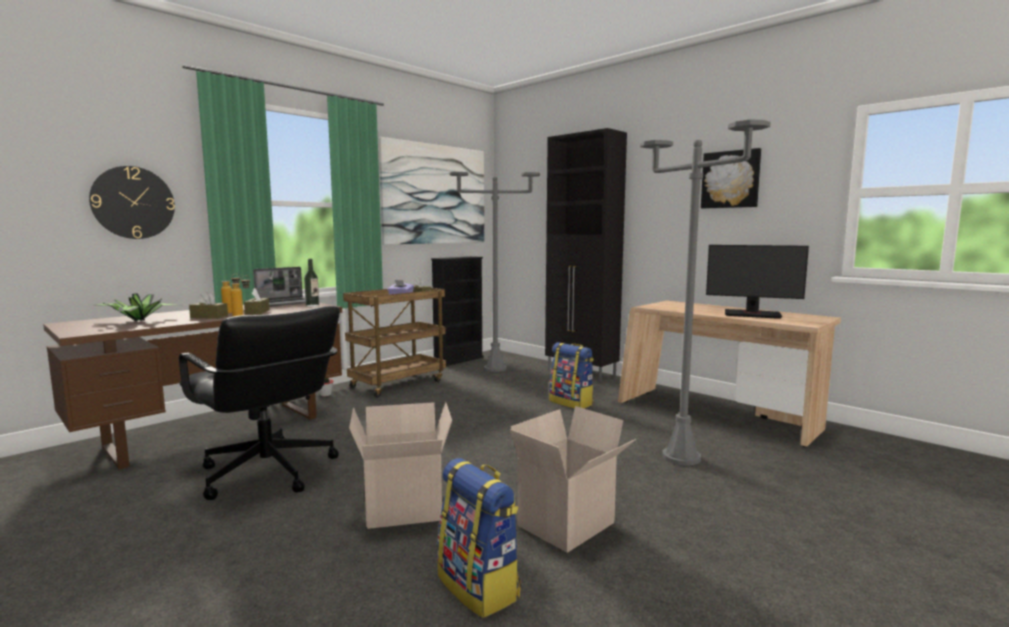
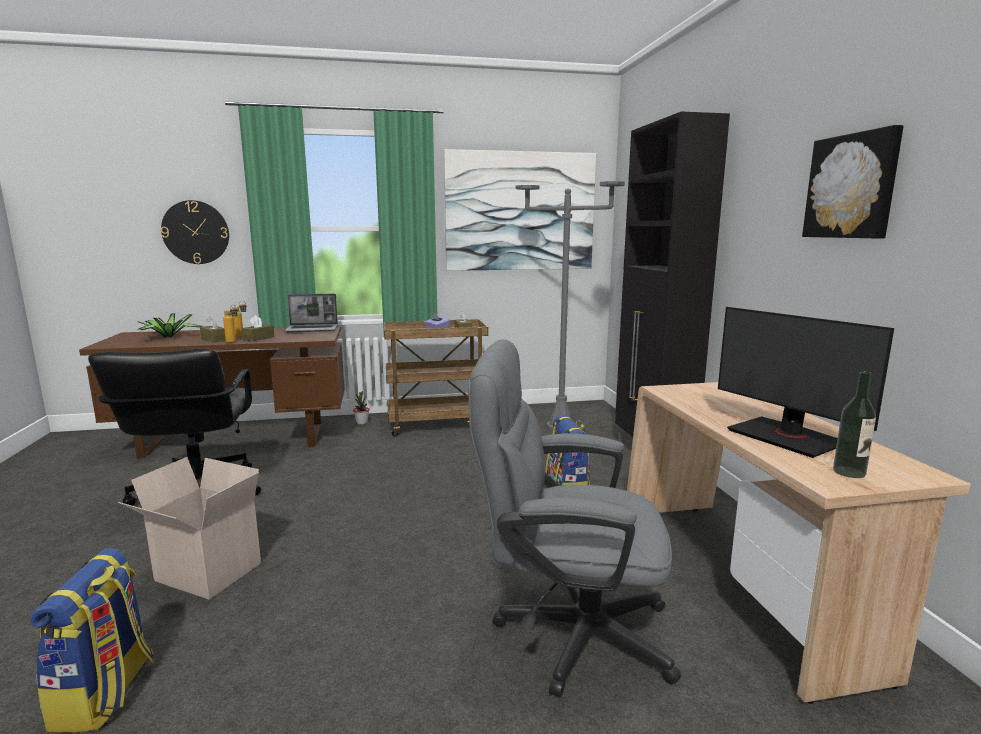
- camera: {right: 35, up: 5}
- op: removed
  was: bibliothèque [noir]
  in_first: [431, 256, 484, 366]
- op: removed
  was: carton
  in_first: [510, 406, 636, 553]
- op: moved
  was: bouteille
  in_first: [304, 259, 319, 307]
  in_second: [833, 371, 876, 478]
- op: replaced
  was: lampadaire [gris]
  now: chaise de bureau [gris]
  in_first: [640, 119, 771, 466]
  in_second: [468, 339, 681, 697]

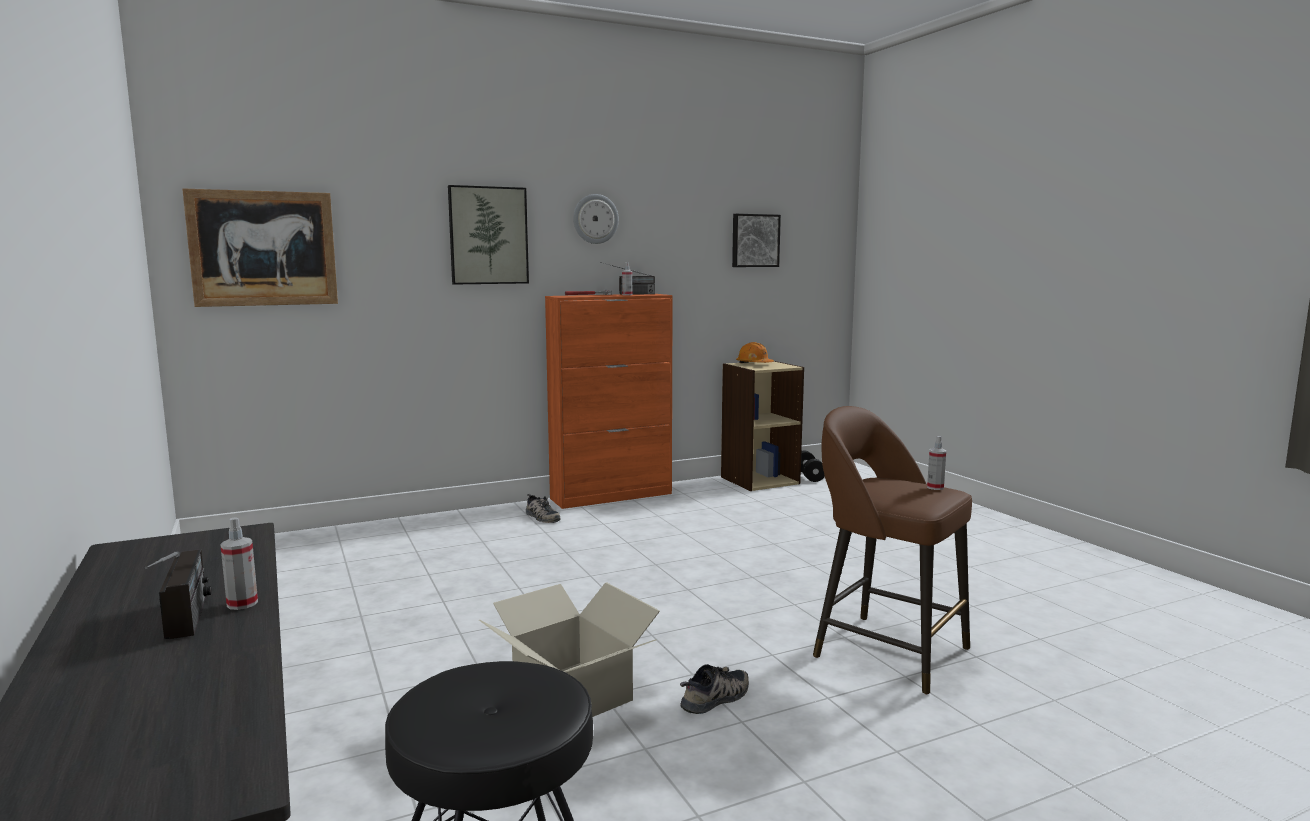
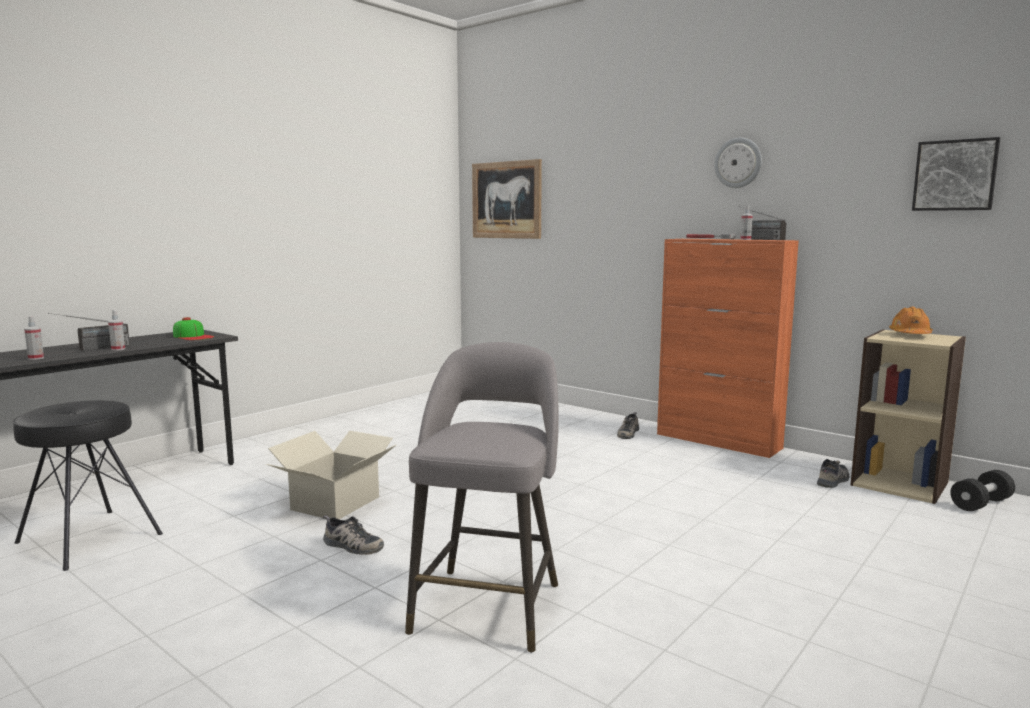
- camera: {right: 65, up: 0}
- op: removed
  was: tableau
  in_first: [448, 185, 529, 284]
- op: added
  now: casquette
  in_second: [173, 317, 214, 340]
- op: added
  now: chaussure
  in_second: [817, 459, 849, 488]
- op: moved
  was: vaporisateur
  in_first: [927, 436, 947, 490]
  in_second: [24, 316, 44, 360]
- op: recoloured
  was: tabouret [marron]
  now: tabouret [gris]
  in_first: [813, 406, 972, 694]
  in_second: [405, 342, 559, 653]

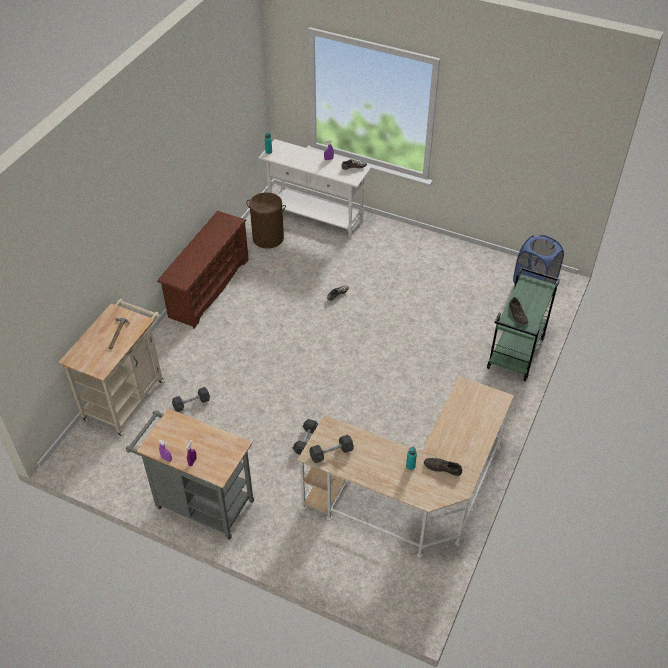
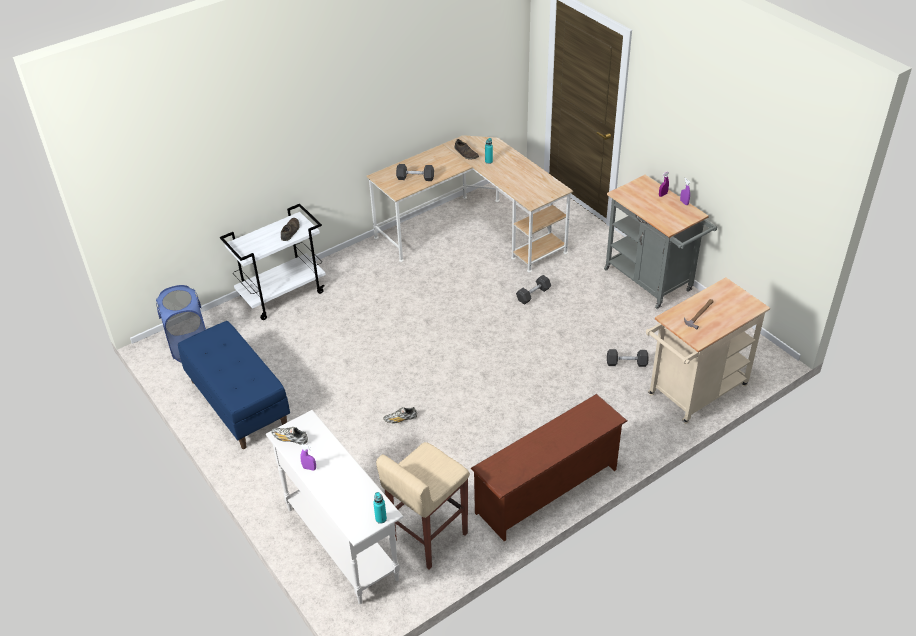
- camera: {right: -150, up: -5}
- op: added
  now: banc [bleu]
  in_second: [178, 321, 290, 449]
- op: moved
  was: haltère [gris]
  in_first: [309, 435, 354, 463]
  in_second: [396, 164, 434, 181]
- op: replaced
  was: panier à linge [marron]
  now: tabouret [beige]
  in_first: [246, 192, 286, 249]
  in_second: [376, 442, 470, 570]
- op: recoloured
  was: chariot [vert]
  now: chariot [blanc]
  in_first: [487, 267, 560, 381]
  in_second: [220, 204, 326, 320]

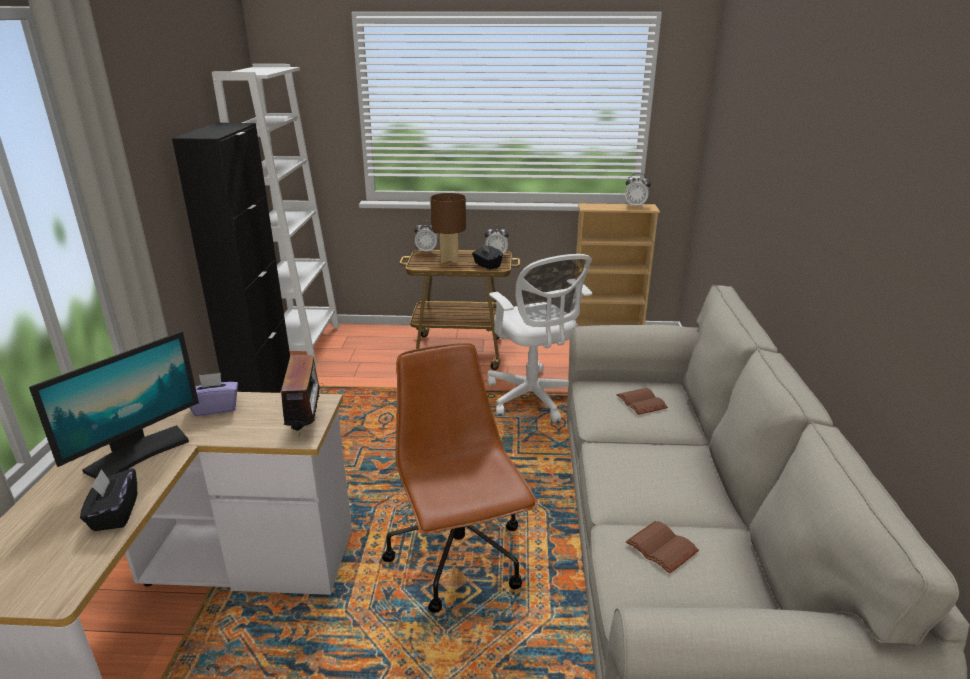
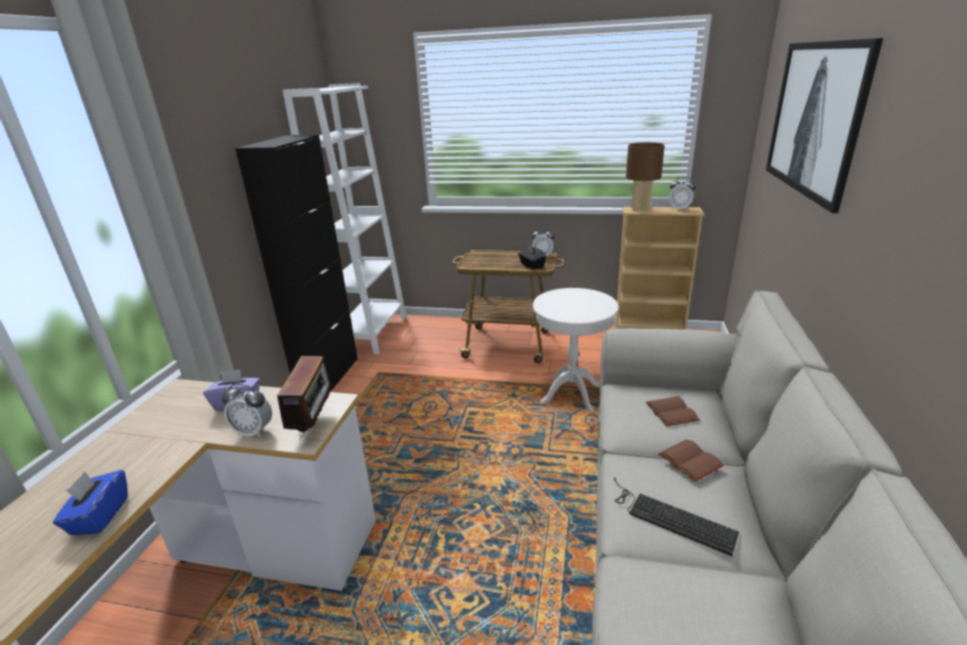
- camera: {right: 10, up: 0}
- op: removed
  was: écran d'ordinateur
  in_first: [29, 331, 199, 479]
- op: removed
  was: chaise de bureau [marron]
  in_first: [382, 343, 538, 613]
- op: added
  now: clavier
  in_second: [614, 477, 739, 556]
- op: added
  now: tableau
  in_second: [766, 38, 883, 213]
- op: moved
  was: réveil
  in_first: [414, 221, 438, 252]
  in_second: [222, 383, 272, 438]
- op: moved
  was: lampe de table [marron]
  in_first: [430, 193, 466, 263]
  in_second: [626, 142, 665, 212]
- op: moved
  was: livre [marron]
  in_first: [626, 521, 699, 574]
  in_second: [658, 440, 724, 482]
- op: replaced
  was: chaise de bureau [blanc]
  now: table d'appoint [blanc]
  in_first: [487, 254, 593, 422]
  in_second: [533, 288, 618, 412]
- op: recoloured
  was: boîte à mouchoirs [noir]
  now: boîte à mouchoirs [bleu]
  in_first: [80, 468, 137, 531]
  in_second: [53, 470, 128, 535]

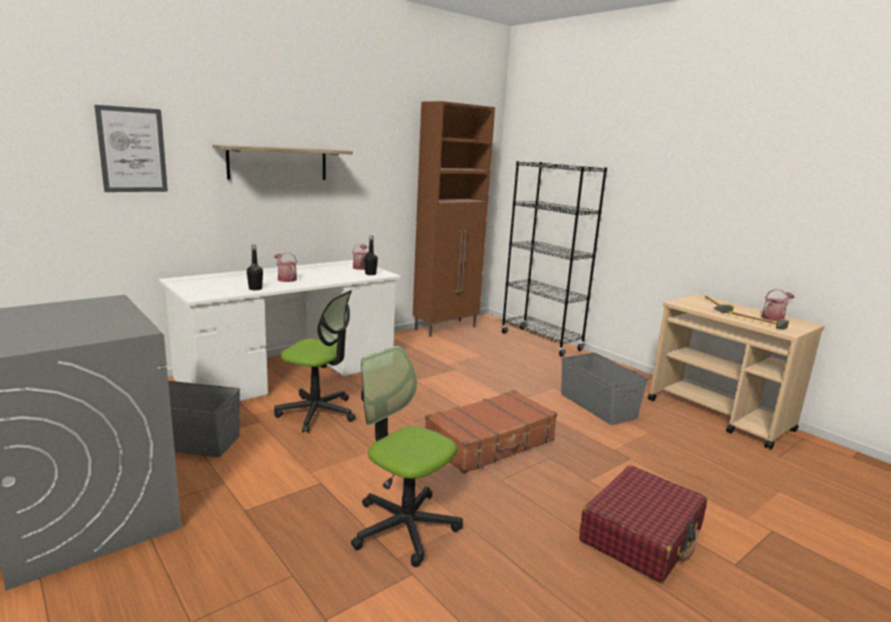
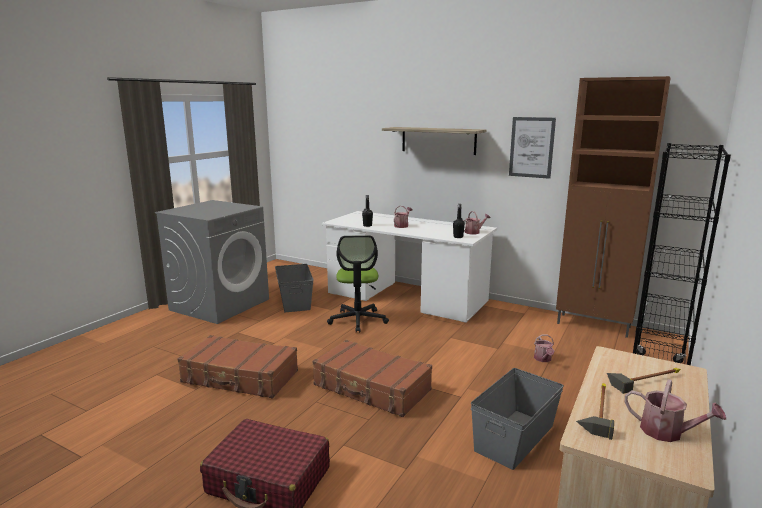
- camera: {right: 70, up: 0}
- op: added
  now: arrosoir
  in_second: [534, 334, 554, 362]
- op: moved
  was: tableau
  in_first: [94, 105, 168, 192]
  in_second: [509, 117, 556, 179]
- op: replaced
  was: chaise de bureau
  now: valise [marron]
  in_first: [351, 346, 463, 567]
  in_second: [177, 335, 298, 399]

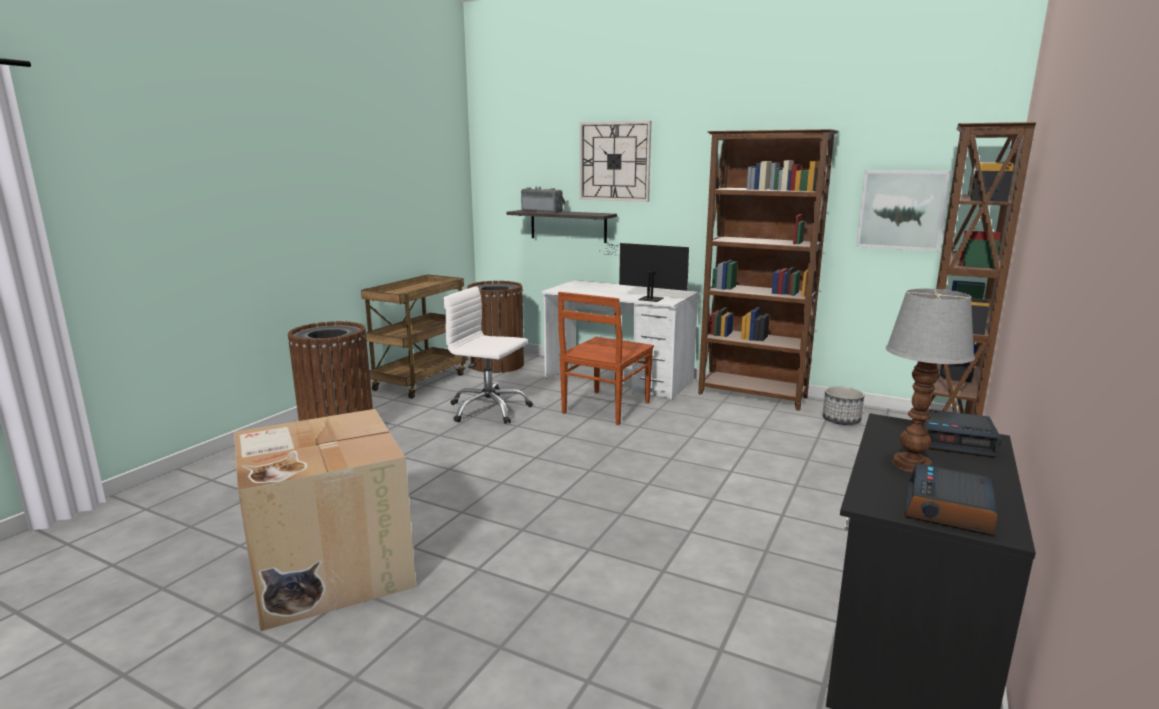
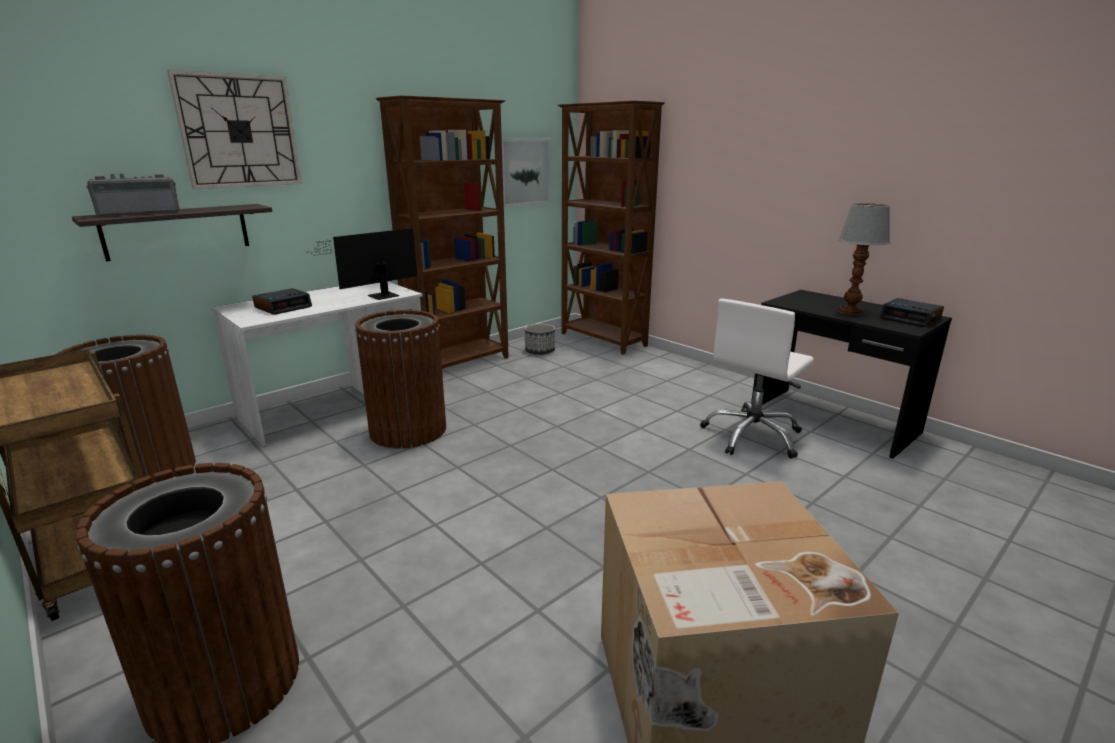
- camera: {right: -70, up: 5}
- op: moved
  was: chaise de bureau [blanc]
  in_first: [443, 286, 533, 424]
  in_second: [700, 299, 814, 459]
- op: moved
  was: réveil
  in_first: [923, 409, 1001, 458]
  in_second: [252, 288, 312, 315]
- op: replaced
  was: chaise [marron]
  now: poubelle [marron]
  in_first: [558, 292, 654, 426]
  in_second: [355, 310, 446, 448]

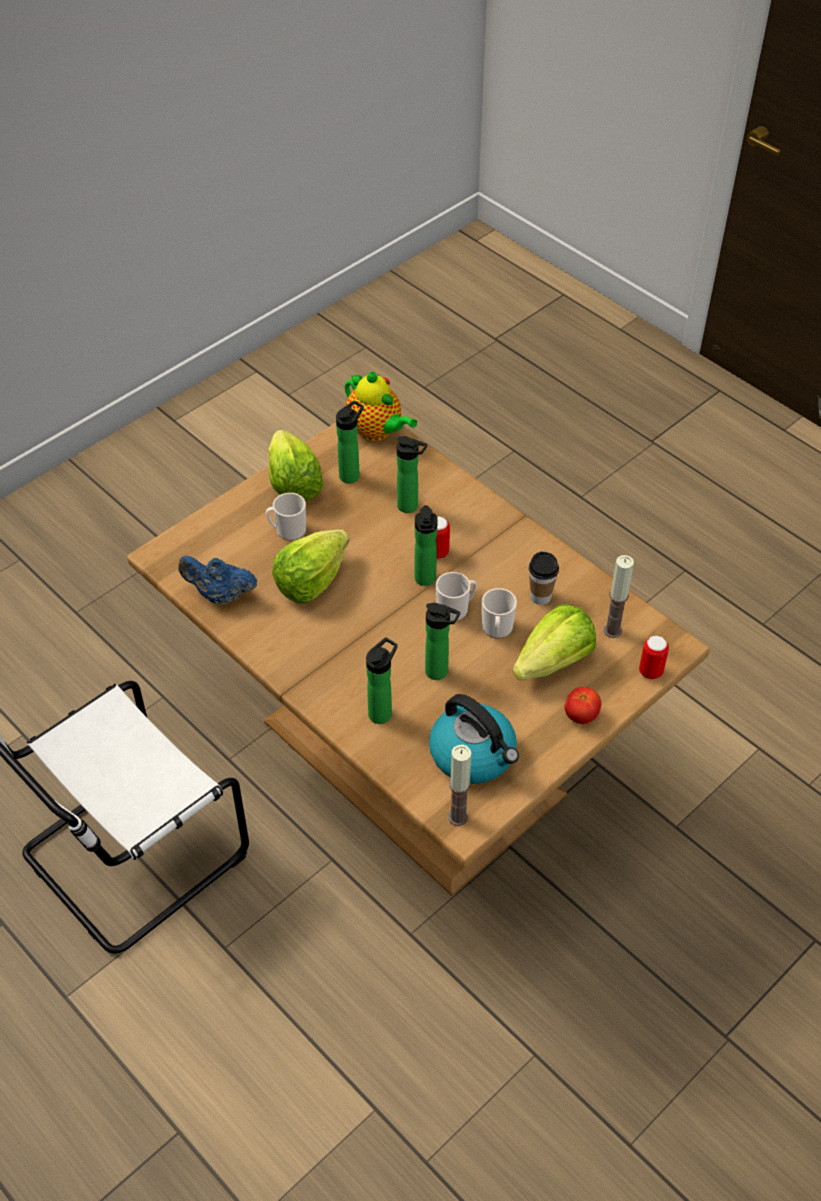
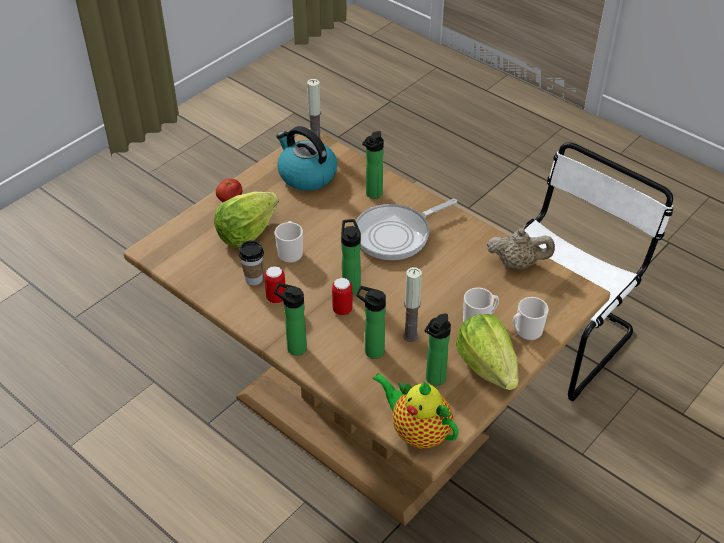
- camera: {right: 175, up: -5}
- op: removed
  was: laitue
  in_first: [272, 530, 349, 604]
- op: added
  now: poêle
  in_second: [354, 199, 457, 260]
- op: moved
  was: bouteille
  in_first: [425, 603, 460, 680]
  in_second: [274, 283, 307, 356]
- op: moved
  was: mug
  in_first: [436, 572, 477, 621]
  in_second: [513, 297, 548, 341]
- op: moved
  was: bougie
  in_first: [604, 555, 634, 638]
  in_second: [403, 267, 422, 342]
- op: moved
  was: boîte métallique
  in_first: [639, 636, 669, 679]
  in_second: [264, 266, 286, 304]
- op: recoloured
  was: théière [bleu]
  now: théière [beige]
  in_first: [178, 556, 257, 604]
  in_second: [487, 228, 555, 270]

